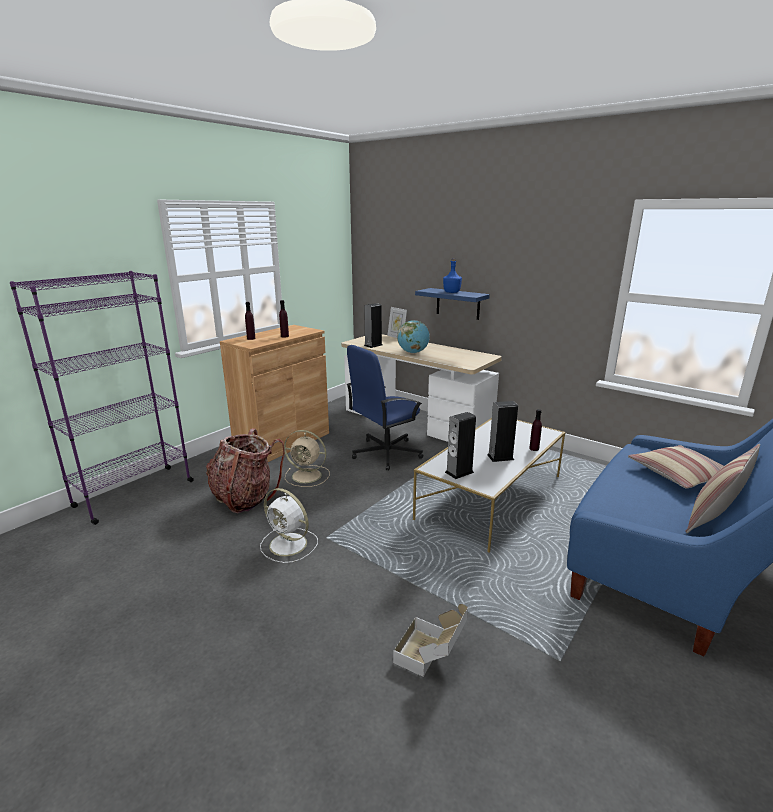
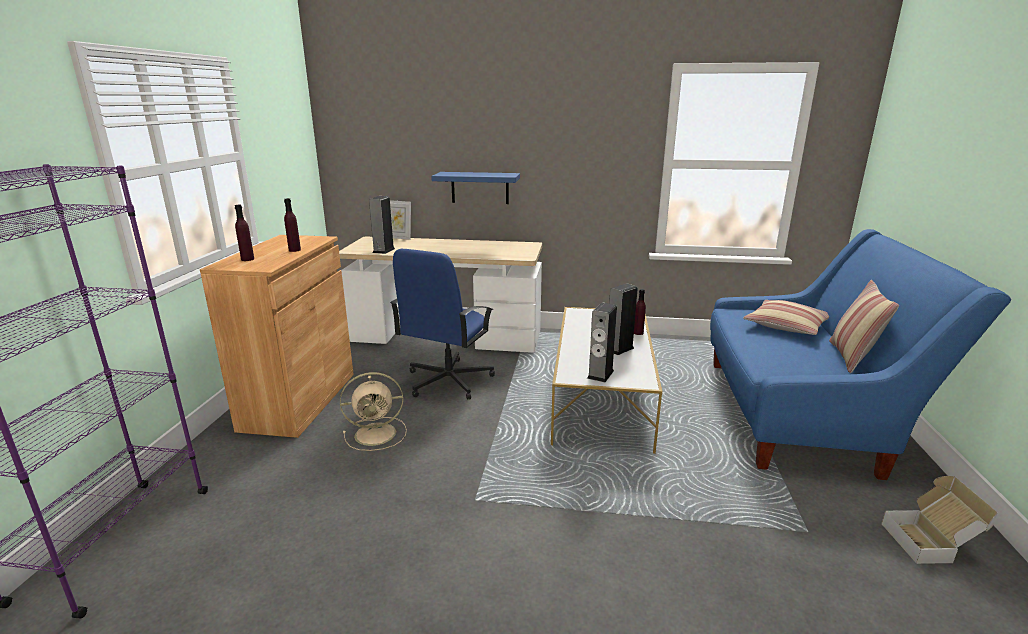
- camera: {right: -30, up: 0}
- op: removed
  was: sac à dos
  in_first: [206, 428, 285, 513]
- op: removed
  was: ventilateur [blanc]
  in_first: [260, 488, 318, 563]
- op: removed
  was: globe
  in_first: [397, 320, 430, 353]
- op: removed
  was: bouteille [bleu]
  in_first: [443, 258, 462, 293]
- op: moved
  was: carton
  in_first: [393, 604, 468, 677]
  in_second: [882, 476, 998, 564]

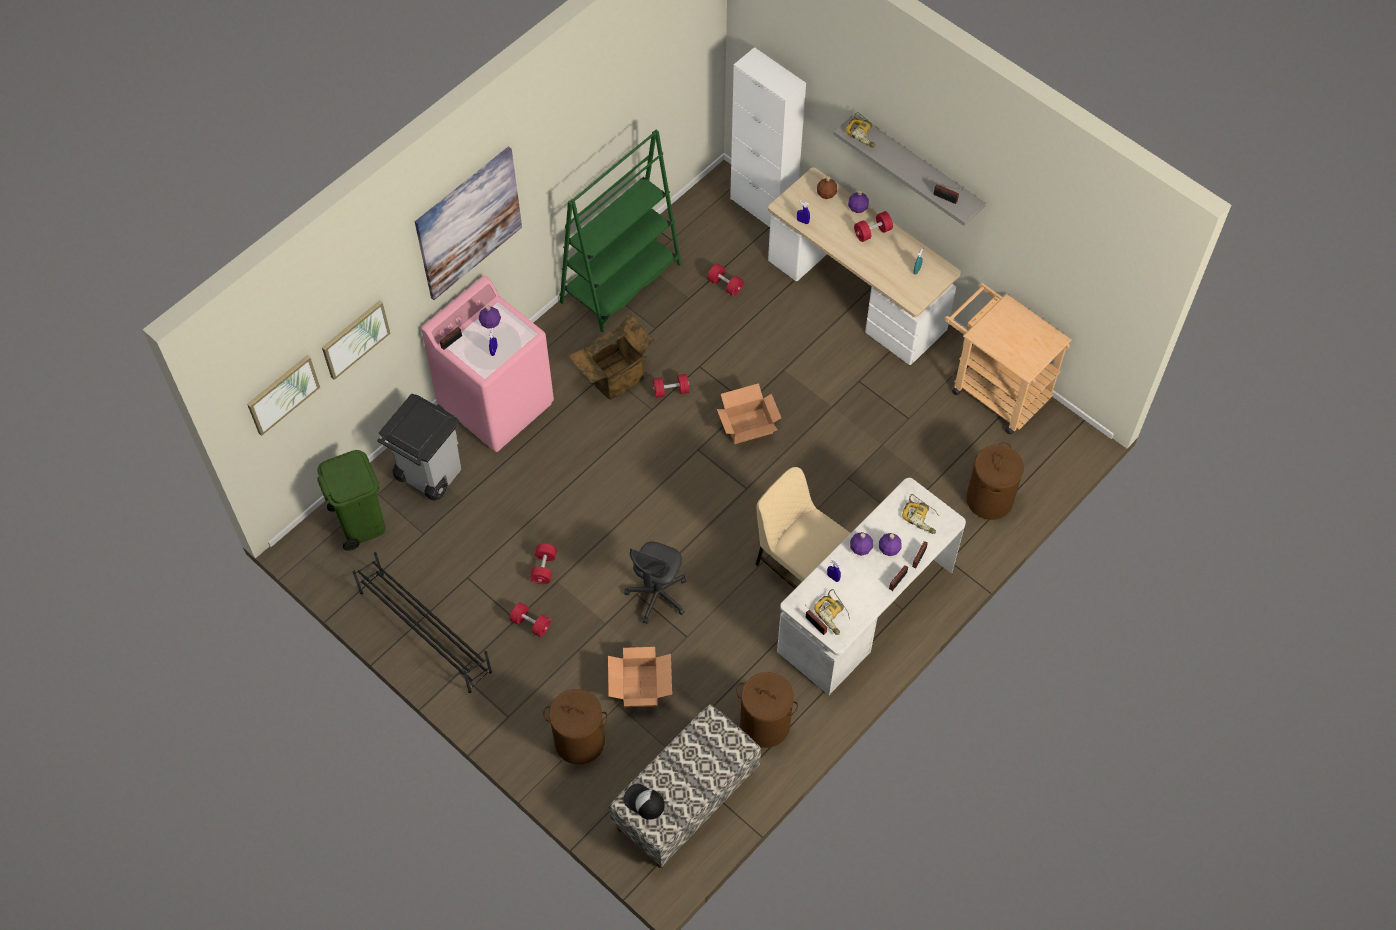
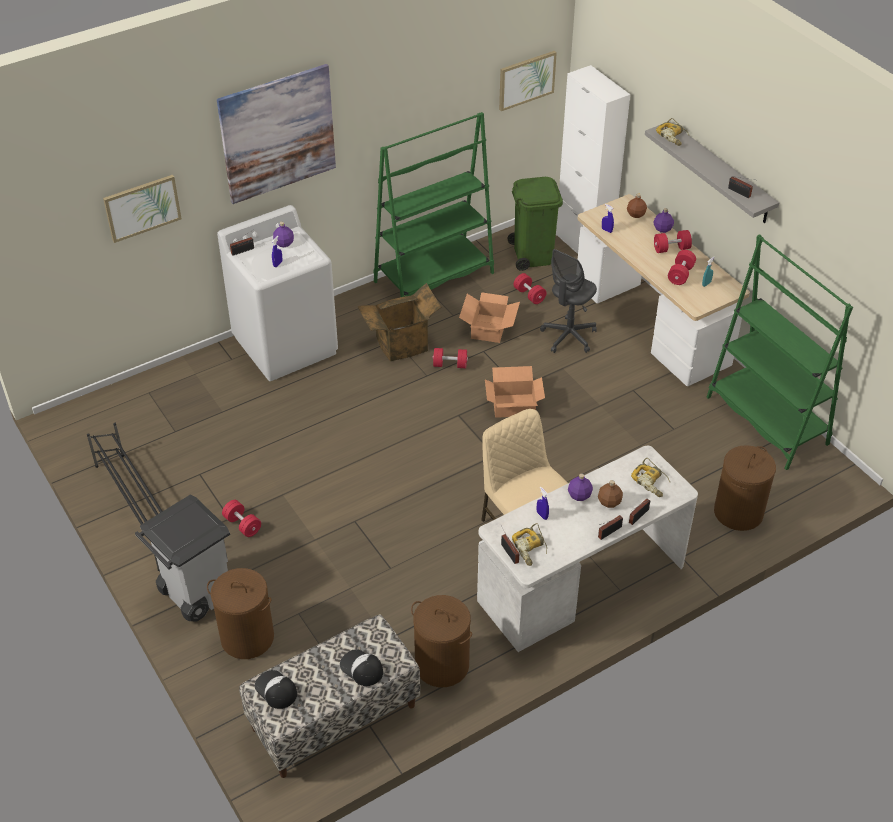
- camera: {right: 15, up: -15}
- op: added
  now: casquette
  in_second: [340, 649, 383, 686]
- op: moved
  was: tableau
  in_first: [247, 355, 320, 436]
  in_second: [499, 51, 557, 111]
- op: moved
  was: poubelle [vert]
  in_first: [317, 450, 386, 551]
  in_second: [507, 177, 563, 271]
- op: moved
  was: poubelle [gris]
  in_first: [377, 393, 461, 501]
  in_second: [135, 495, 230, 621]
- op: moved
  was: haltère [rouge]
  in_first: [530, 543, 557, 584]
  in_second: [668, 250, 696, 285]
- op: moved
  was: carton
  in_first: [608, 647, 672, 707]
  in_second: [459, 292, 520, 343]
- op: moved
  was: chaise de bureau [gris]
  in_first: [624, 541, 686, 624]
  in_second: [540, 249, 597, 353]
- op: replaced
  was: chariot [beige]
  now: bibliothèque [vert]
  in_first: [944, 283, 1072, 434]
  in_second: [707, 234, 853, 470]
- op: recoloured
  was: lave-linge [rose]
  now: lave-linge [blanc]
  in_first: [421, 276, 554, 452]
  in_second: [217, 205, 338, 381]
- op: recoloured
  was: bouteille [violet]
  now: bouteille [marron]
  in_first: [879, 533, 902, 556]
  in_second: [598, 480, 623, 508]

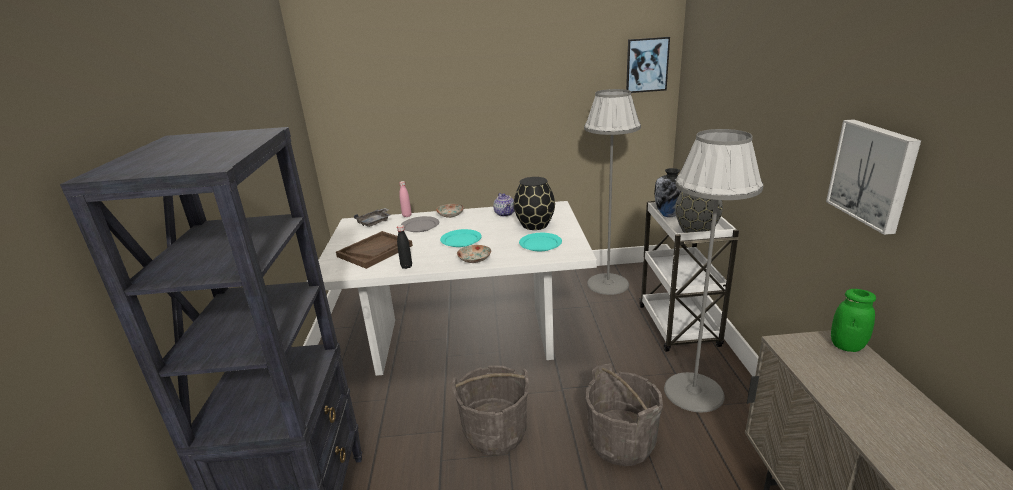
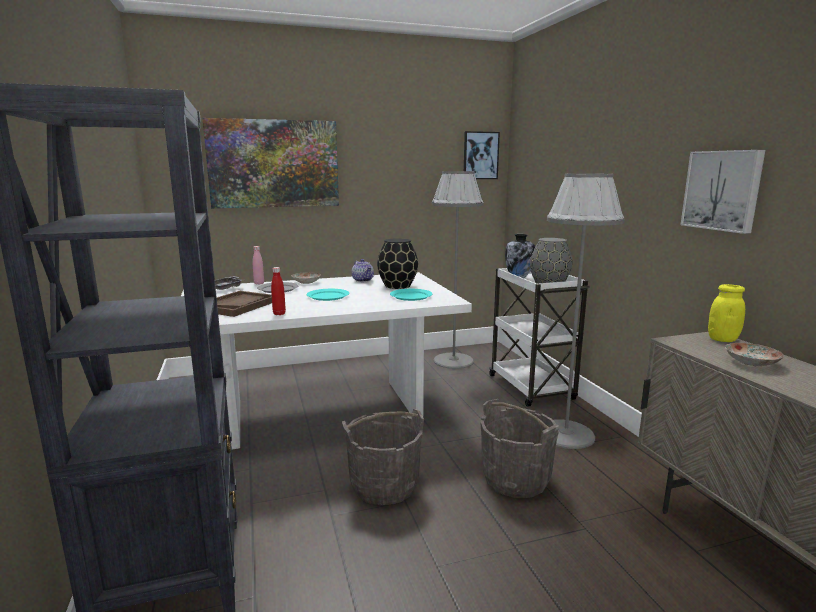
- camera: {right: -15, up: -10}
- op: added
  now: tableau
  in_second: [202, 118, 339, 208]
- op: moved
  was: assiette
  in_first: [457, 245, 491, 263]
  in_second: [725, 343, 784, 366]
- op: recoloured
  was: bouteille [noir]
  now: bouteille [rouge]
  in_first: [397, 225, 412, 269]
  in_second: [271, 267, 286, 315]
- op: recoloured
  was: bocal [vert]
  now: bocal [jaune]
  in_first: [831, 289, 876, 352]
  in_second: [708, 284, 745, 342]

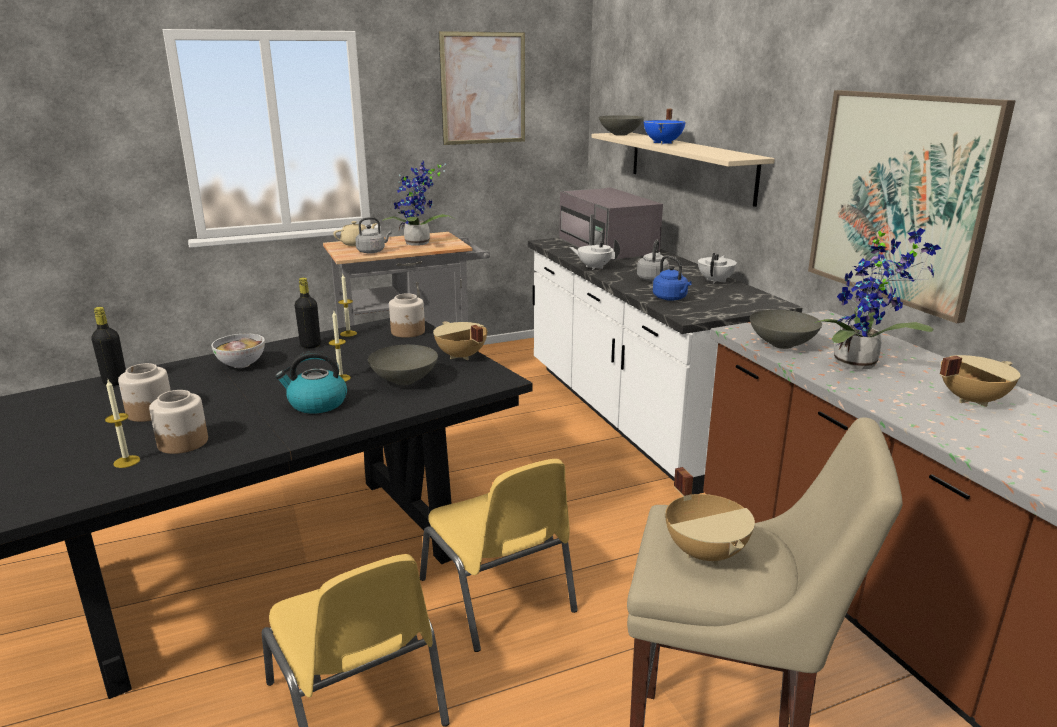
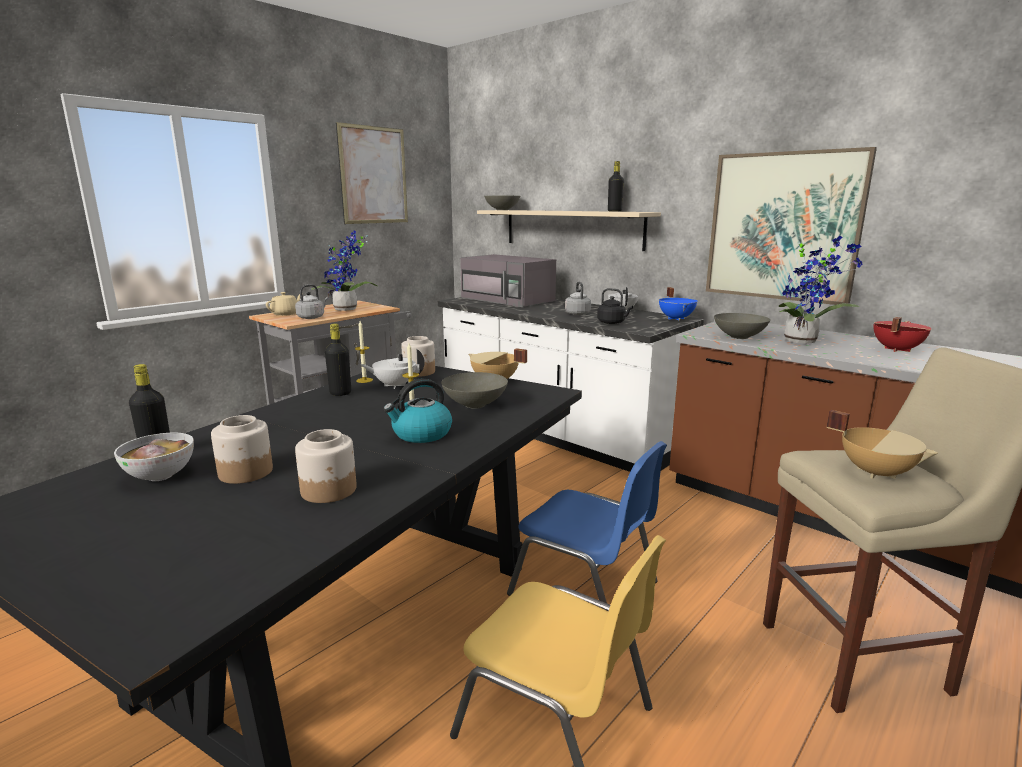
- camera: {right: -25, up: -5}
- op: removed
  was: bougie
  in_first: [105, 380, 140, 468]
- op: added
  now: bouteille [noir]
  in_second: [608, 161, 624, 212]
- op: moved
  was: bol
  in_first: [211, 334, 265, 368]
  in_second: [114, 433, 194, 481]
- op: moved
  was: théière [blanc]
  in_first: [570, 238, 620, 270]
  in_second: [360, 349, 425, 389]
- op: moved
  was: marmite [bleu]
  in_first: [643, 109, 686, 144]
  in_second: [659, 287, 698, 321]
- op: recoloured
  was: chaise [jaune]
  now: chaise [bleu]
  in_first: [420, 459, 578, 652]
  in_second: [507, 441, 667, 603]
- op: recoloured
  was: bouilloire [bleu]
  now: bouilloire [noir]
  in_first: [653, 256, 692, 301]
  in_second: [597, 288, 633, 324]
- op: recoloured
  was: marmite [beige]
  now: marmite [rouge]
  in_first: [940, 355, 1020, 407]
  in_second: [873, 317, 932, 352]

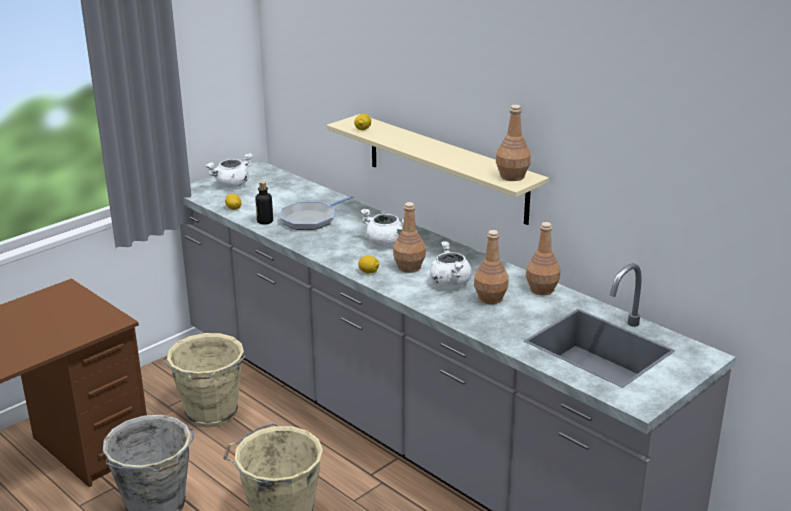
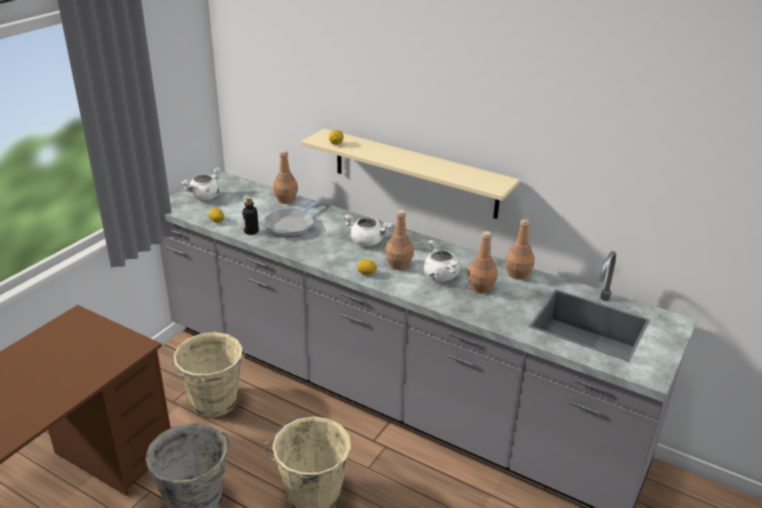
- camera: {right: -15, up: 5}
- op: moved
  was: bouteille [marron]
  in_first: [496, 105, 531, 181]
  in_second: [273, 150, 298, 204]

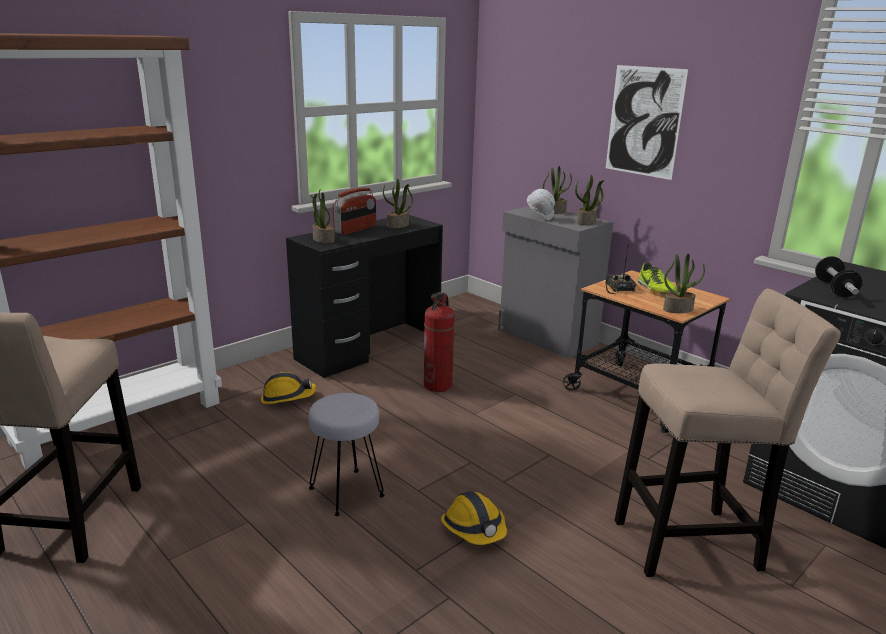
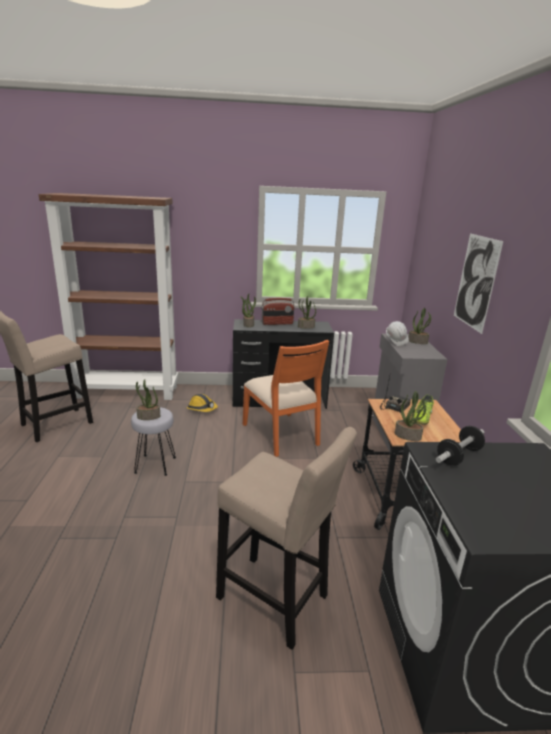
- camera: {right: 40, up: 0}
- op: removed
  was: casque de chantier
  in_first: [441, 491, 507, 545]
- op: moved
  was: plante en pot
  in_first: [575, 175, 604, 225]
  in_second: [136, 379, 160, 420]
- op: replaced
  was: extincteur
  now: chaise [orange]
  in_first: [424, 292, 455, 392]
  in_second: [243, 340, 329, 457]

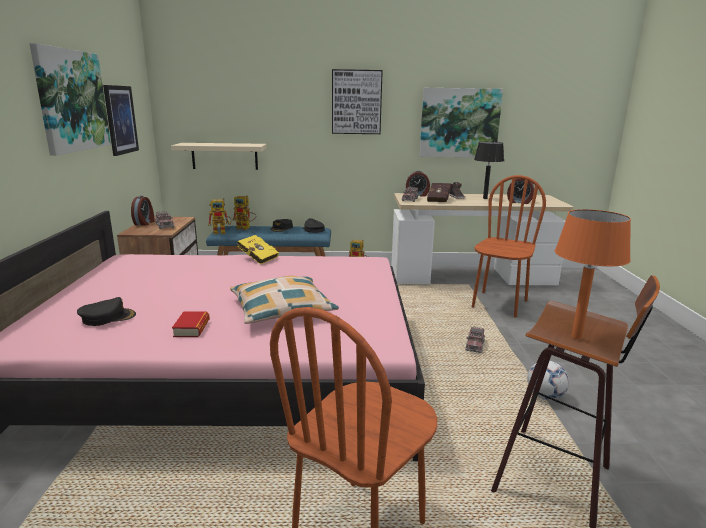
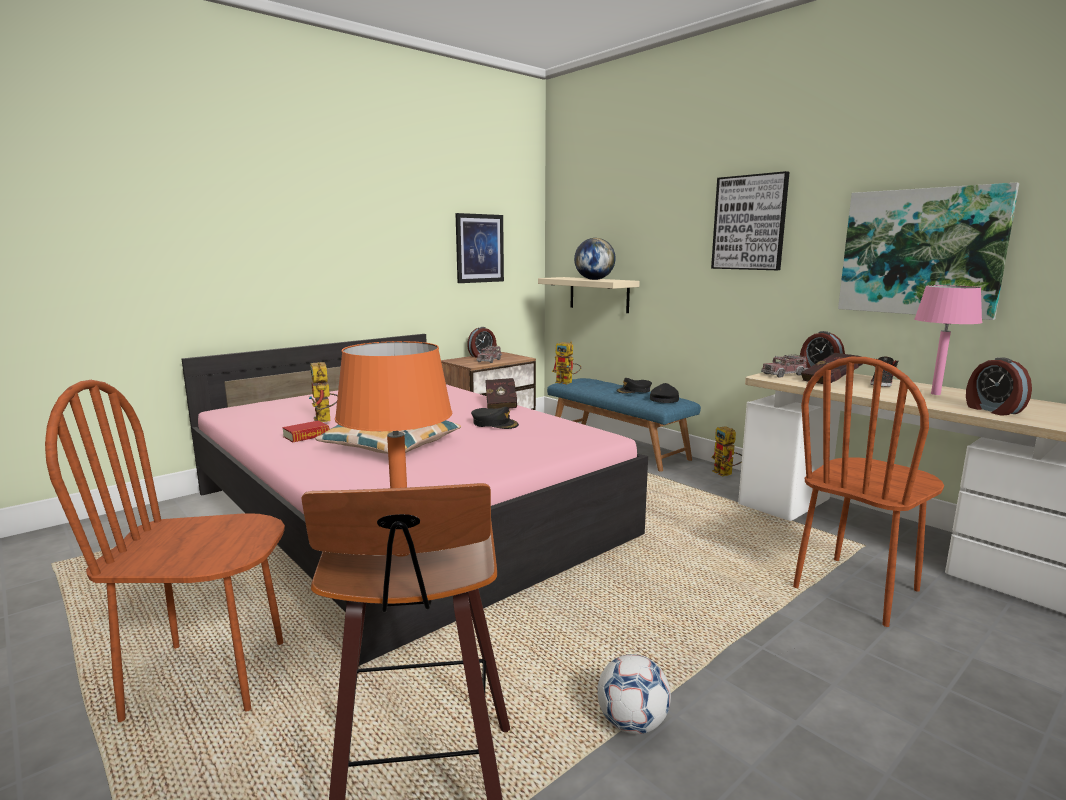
- camera: {right: 50, up: -5}
- op: removed
  was: tableau
  in_first: [29, 43, 111, 156]
- op: removed
  was: camion jouet
  in_first: [465, 326, 485, 353]
- op: added
  now: globe
  in_second: [574, 238, 615, 280]
- op: moved
  was: casquette [noir]
  in_first: [77, 297, 136, 326]
  in_second: [471, 407, 519, 429]
- op: moved
  was: robot jouet
  in_first: [233, 195, 256, 230]
  in_second: [308, 362, 338, 422]
- op: recoloured
  was: livre [jaune]
  now: livre [rouge]
  in_first: [237, 235, 279, 265]
  in_second: [485, 378, 517, 409]
- op: recoloured
  was: lampe de table [noir]
  now: lampe de table [rose]
  in_first: [474, 142, 504, 199]
  in_second: [914, 285, 982, 395]
- op: turned
  was: chaise [marron]
  in_first: [472, 175, 546, 317]
  in_second: [793, 357, 944, 627]
  clockwise: 150

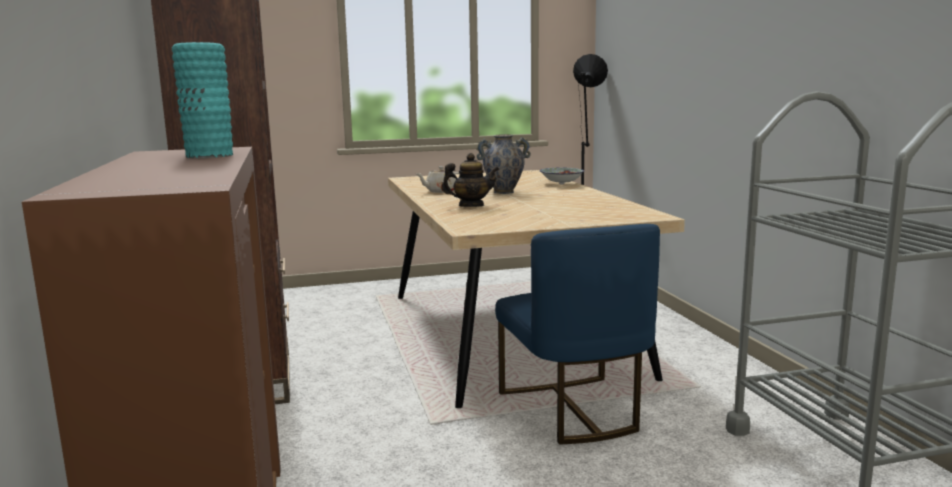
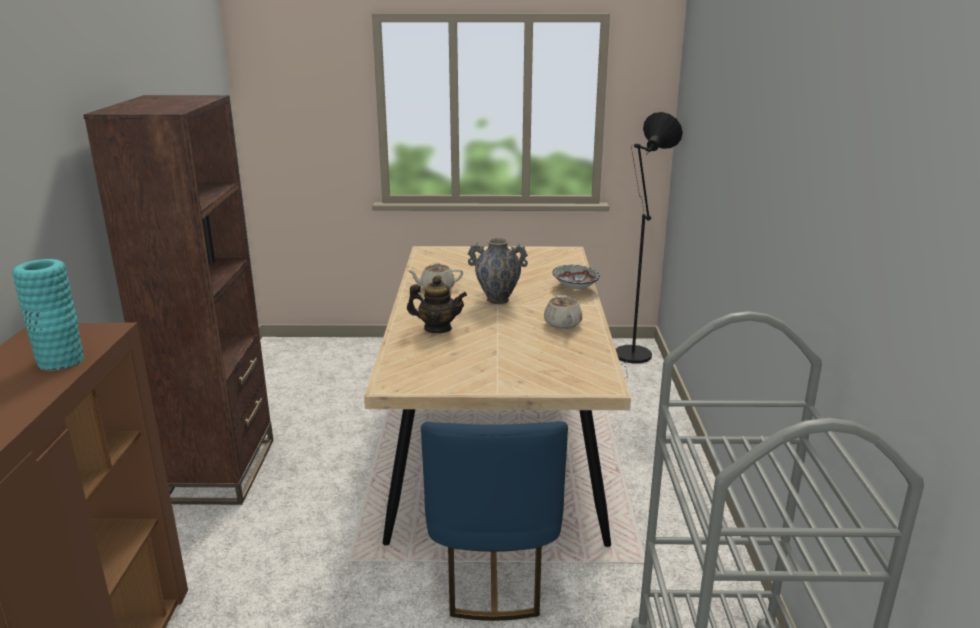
- camera: {right: 15, up: 10}
- op: added
  now: théière [beige]
  in_second: [544, 295, 582, 329]

